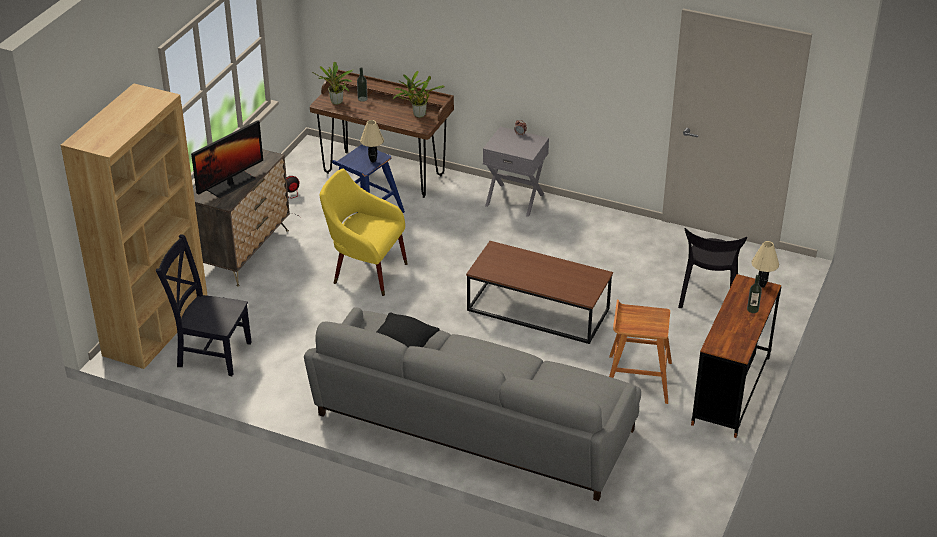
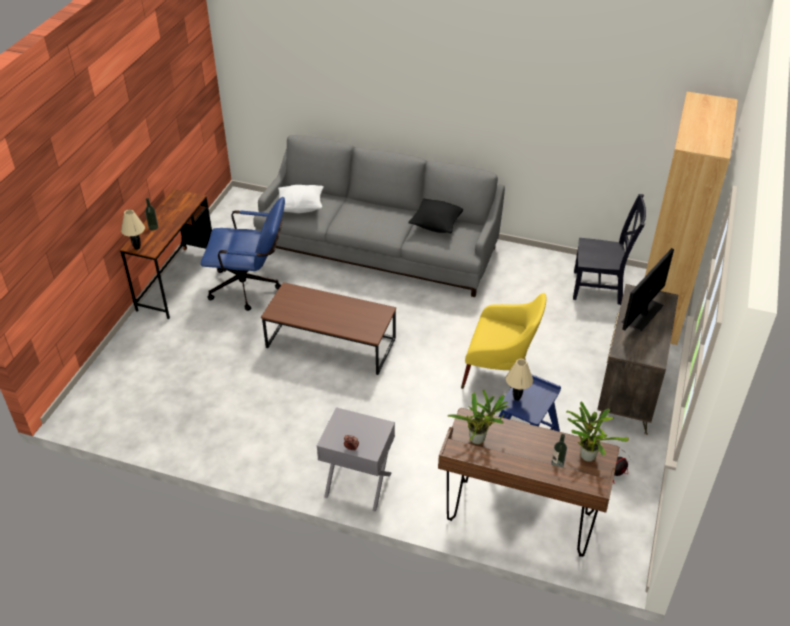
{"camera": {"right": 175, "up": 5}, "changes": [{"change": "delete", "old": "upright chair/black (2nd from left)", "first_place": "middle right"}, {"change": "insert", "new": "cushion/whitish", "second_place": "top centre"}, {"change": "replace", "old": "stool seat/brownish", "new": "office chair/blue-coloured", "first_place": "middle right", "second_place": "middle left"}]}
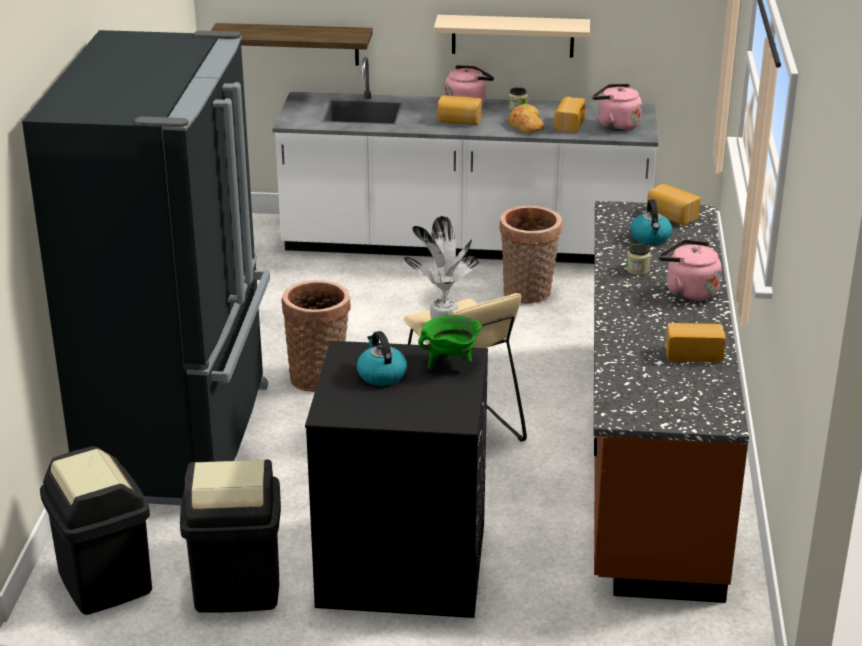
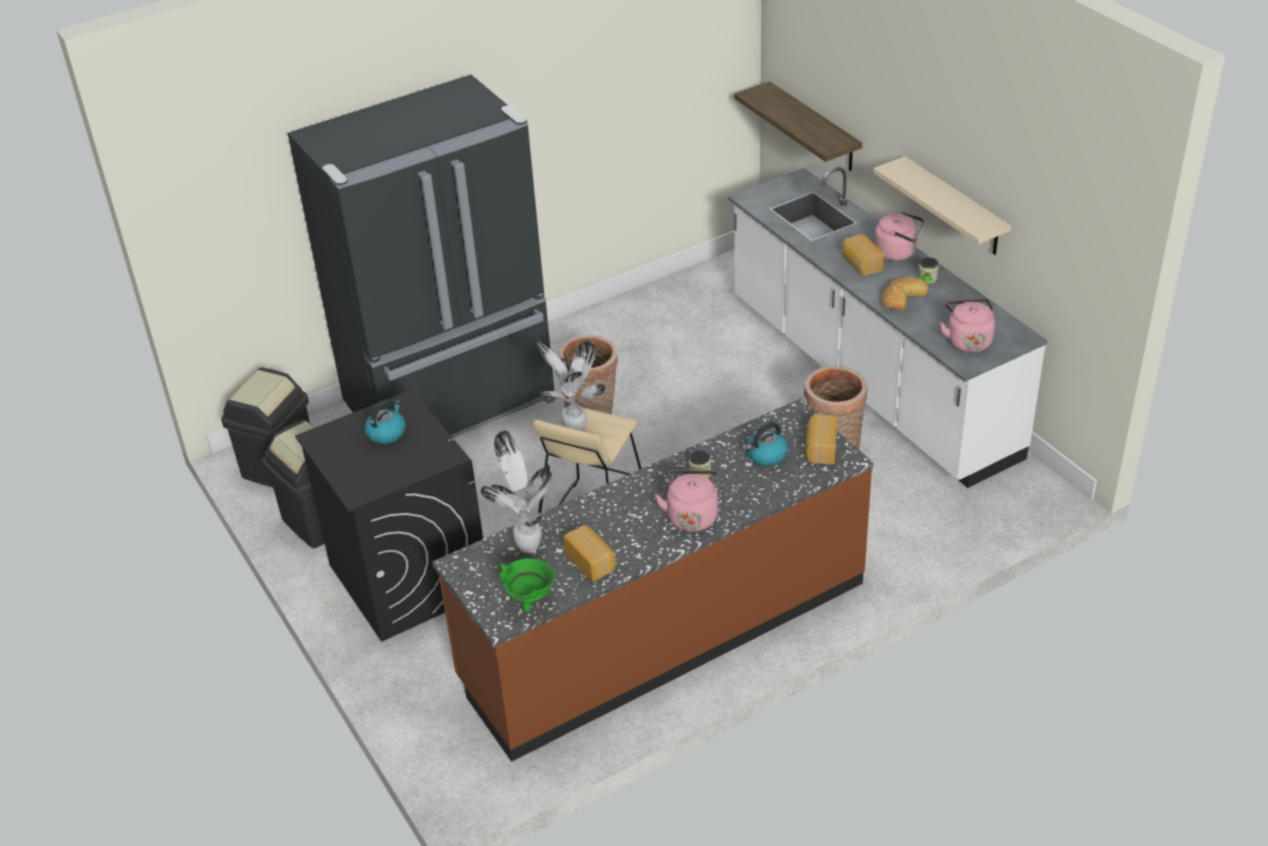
{"camera": {"right": 55, "up": 10}, "changes": [{"change": "delete", "old": "bread (3rd from left)", "first_place": "top centre"}, {"change": "insert", "new": "plant in a pot (1st from left)", "second_place": "centre"}, {"change": "move", "old": "stockpot/green", "first_place": "centre", "second_place": "bottom centre"}]}
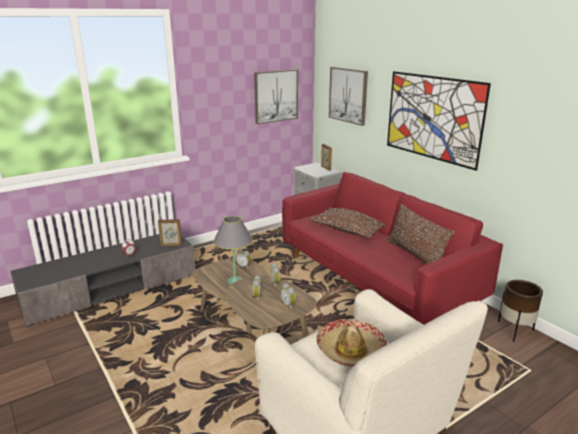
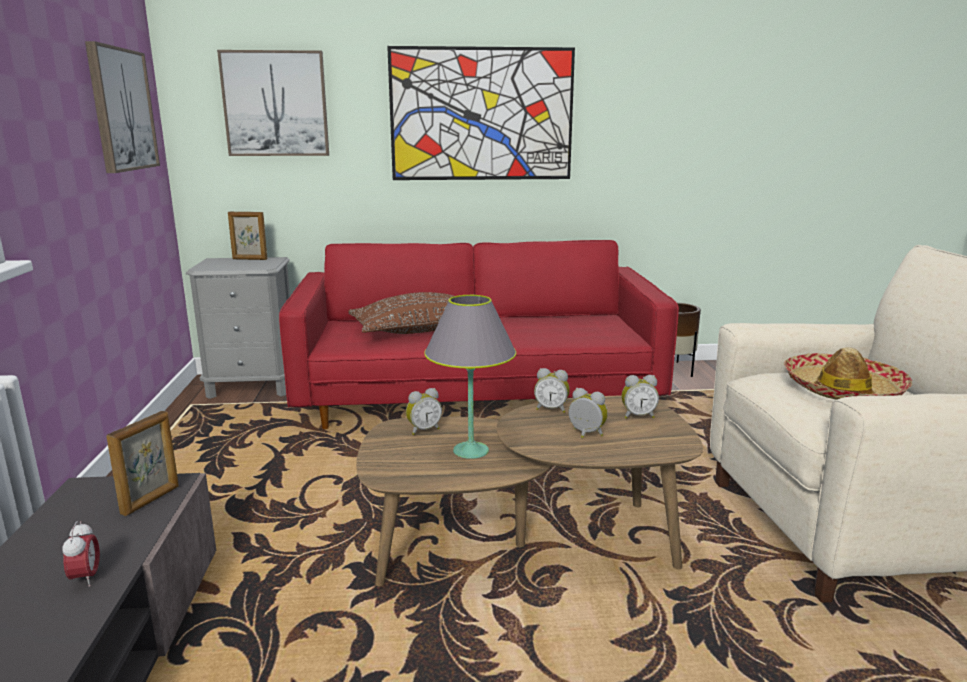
{"camera": {"right": -60, "up": -5}, "changes": [{"change": "delete", "old": "cushion/brownish (2nd from left)", "first_place": "middle right"}]}
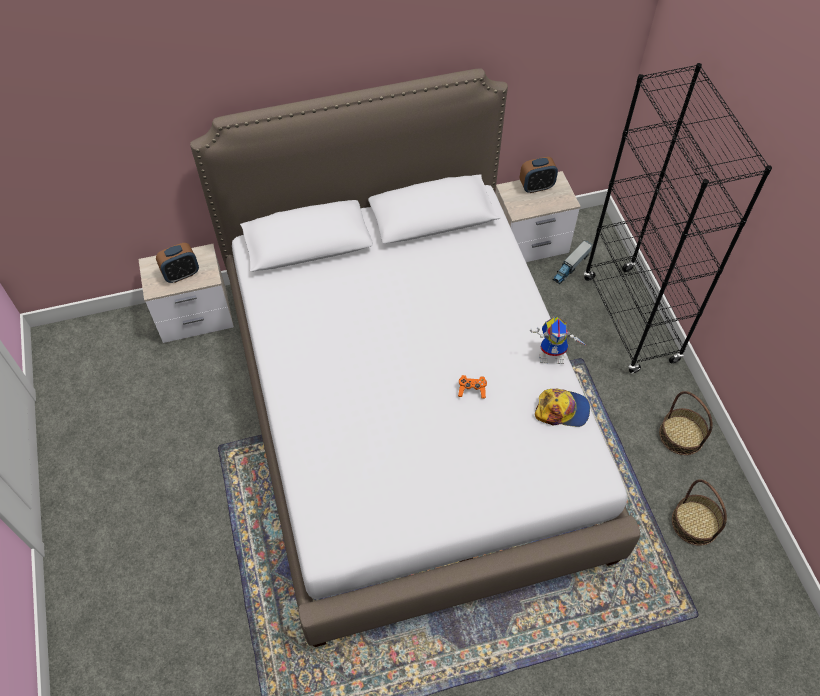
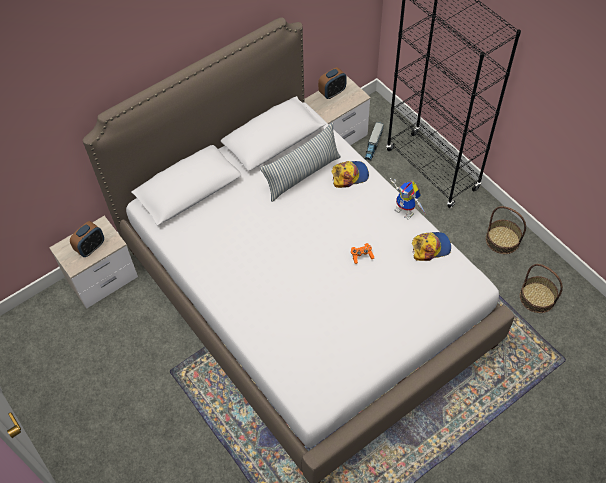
{"camera": {"right": -20, "up": 0}, "changes": [{"change": "insert", "new": "cushion", "second_place": "centre"}, {"change": "insert", "new": "peaked cap (1st from left)", "second_place": "centre"}, {"change": "rotate", "old": "robot figure", "first_place": "middle right", "second_place": "middle right", "degrees": 60}]}
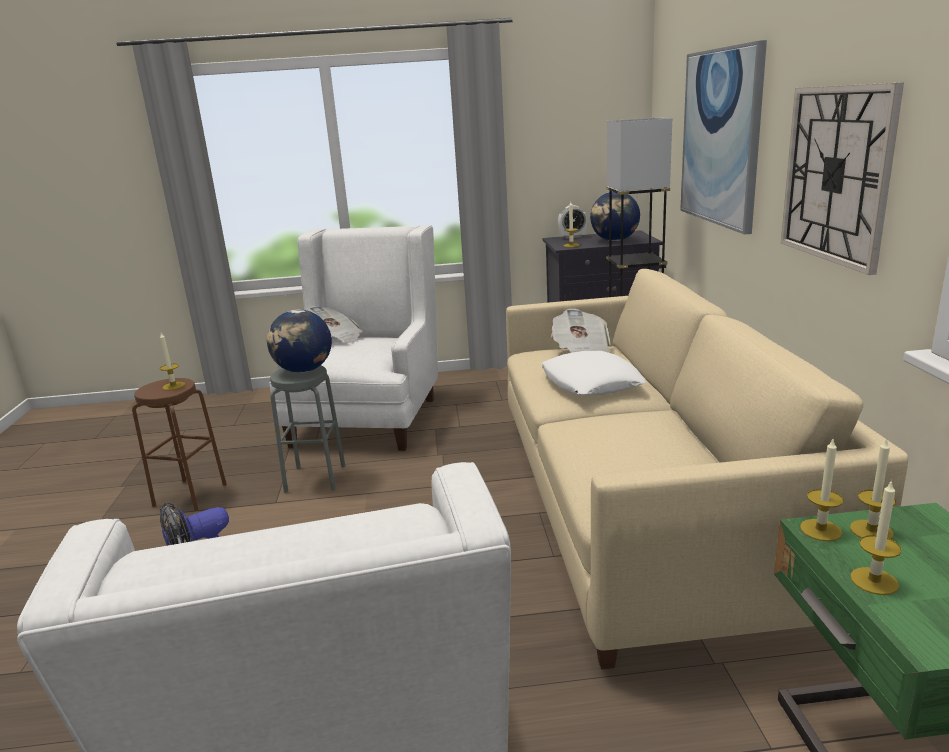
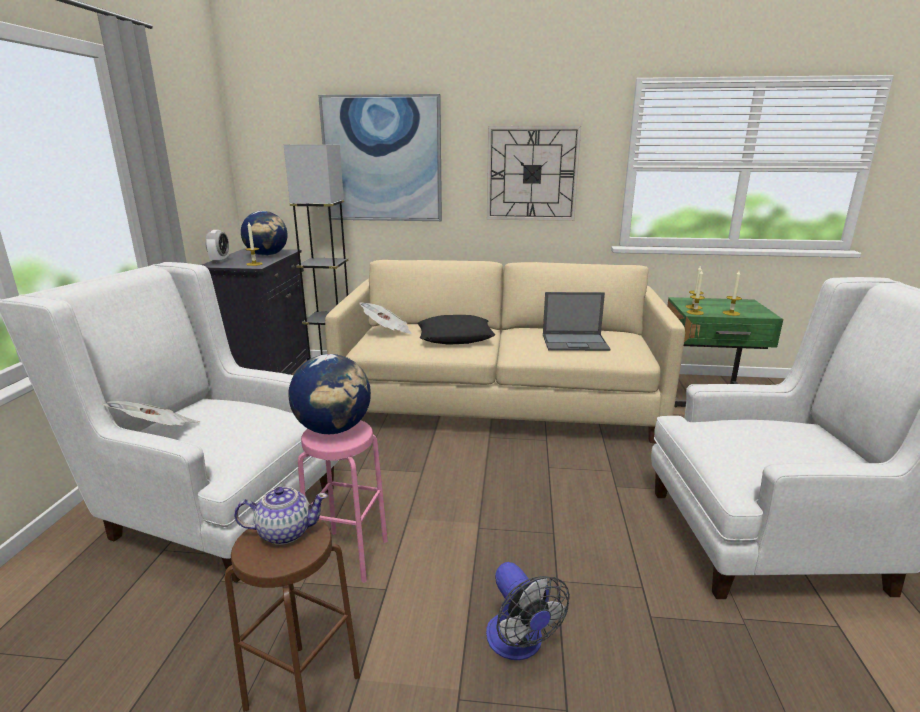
{"camera": {"right": -80, "up": 0}, "changes": [{"change": "insert", "new": "portable computer", "second_place": "centre"}, {"change": "replace", "old": "wax candle (1st from left)", "new": "teapot", "first_place": "middle left", "second_place": "bottom left"}, {"change": "recolor", "old": "stool seat/greyish", "new": "stool seat/pink-coloured", "first_place": "middle left", "second_place": "bottom centre"}, {"change": "recolor", "old": "cushion/whitish", "new": "cushion/black", "first_place": "centre", "second_place": "centre"}]}
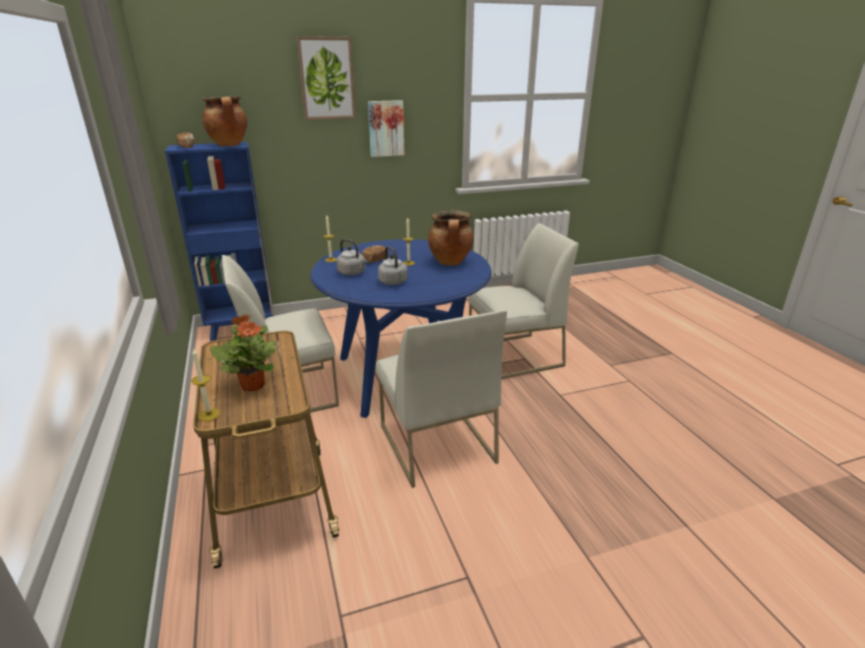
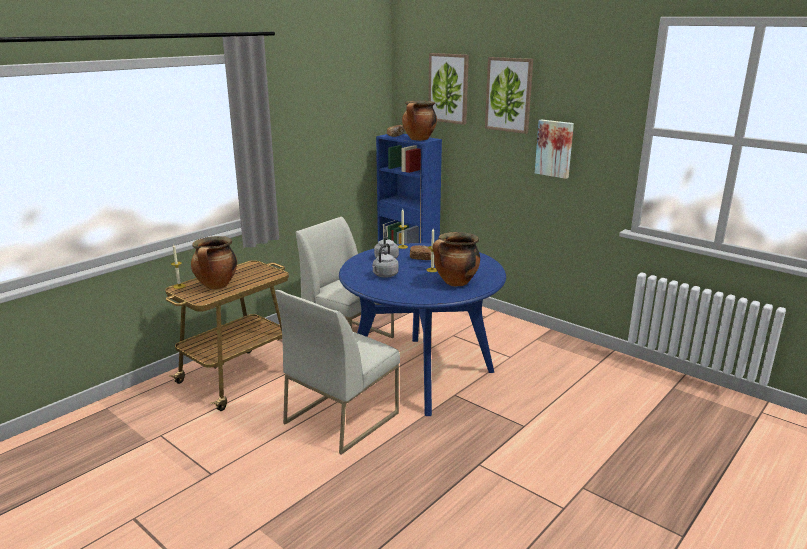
{"camera": {"right": 60, "up": -5}, "changes": [{"change": "delete", "old": "upright chair/whitish (3rd from left)", "first_place": "centre"}, {"change": "insert", "new": "picture (1st from left)", "second_place": "top centre"}, {"change": "replace", "old": "plant in a pot", "new": "stockpot (1st from left)", "first_place": "middle left", "second_place": "middle left"}]}
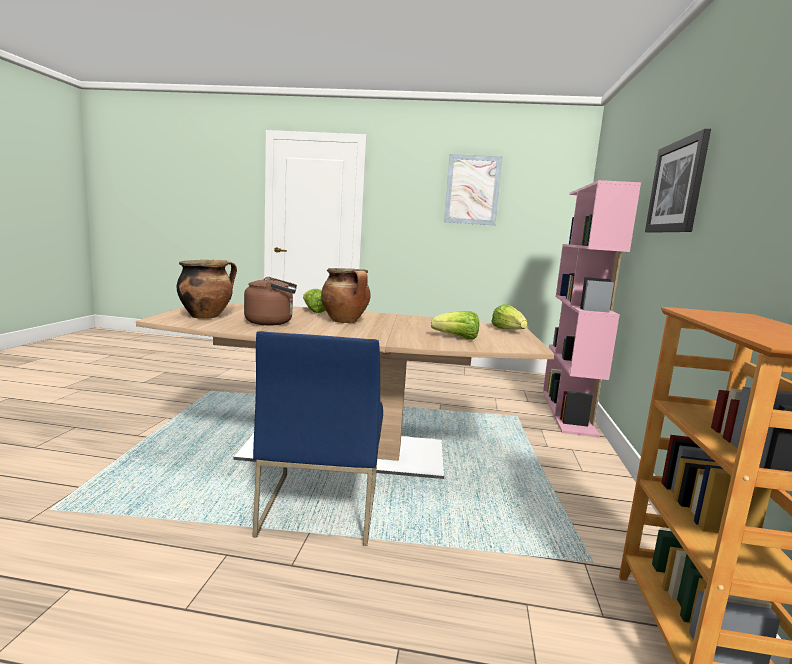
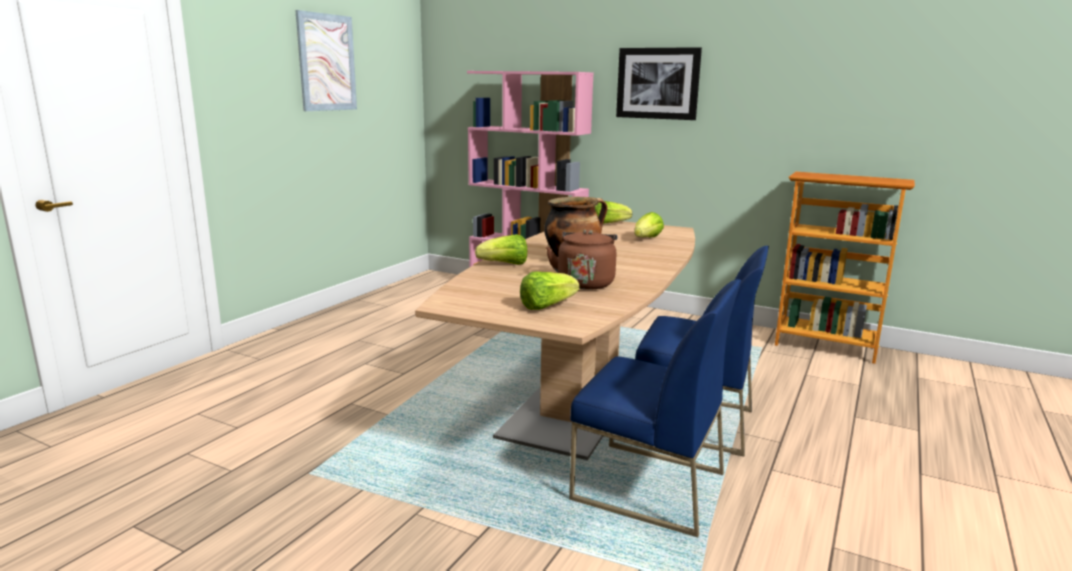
{"camera": {"right": -70, "up": 5}, "changes": [{"change": "insert", "new": "upright chair/blue-coloured (1st from left)", "second_place": "bottom centre"}, {"change": "replace", "old": "stockpot (1st from left)", "new": "lettuce (2nd from left)", "first_place": "middle left", "second_place": "centre"}]}
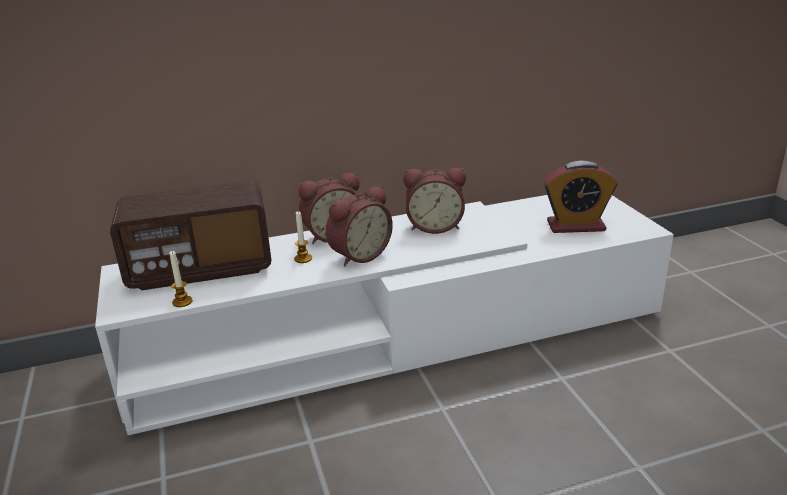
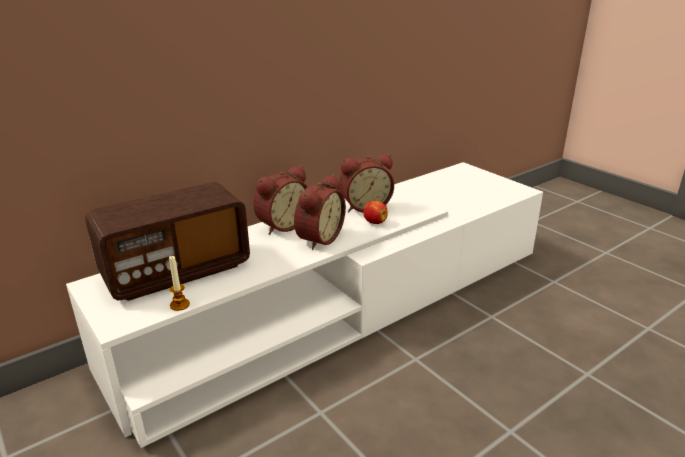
{"camera": {"right": -20, "up": 0}, "changes": [{"change": "delete", "old": "wax candle (2nd from left)", "first_place": "centre"}, {"change": "delete", "old": "bedside clock (4th from left)", "first_place": "middle right"}, {"change": "insert", "new": "apple fruit", "second_place": "centre"}]}
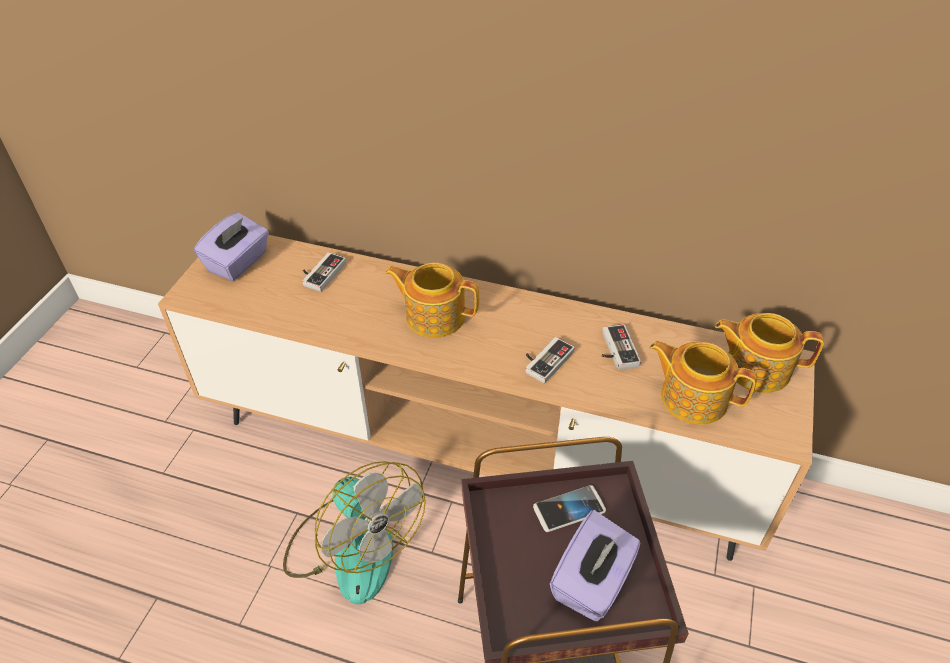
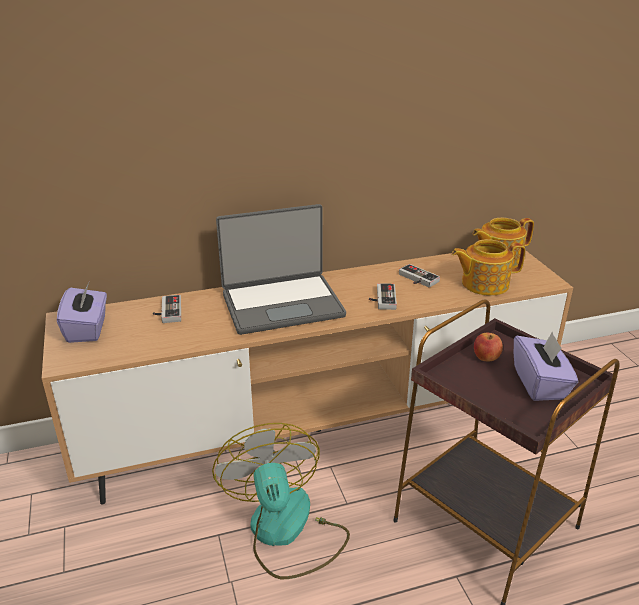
{"camera": {"right": -35, "up": -15}, "changes": [{"change": "replace", "old": "teapot (1st from left)", "new": "portable computer", "first_place": "centre", "second_place": "centre"}, {"change": "replace", "old": "phone", "new": "apple fruit", "first_place": "bottom centre", "second_place": "middle right"}, {"change": "rotate", "old": "fan", "first_place": "bottom centre", "second_place": "bottom centre", "degrees": -120}]}
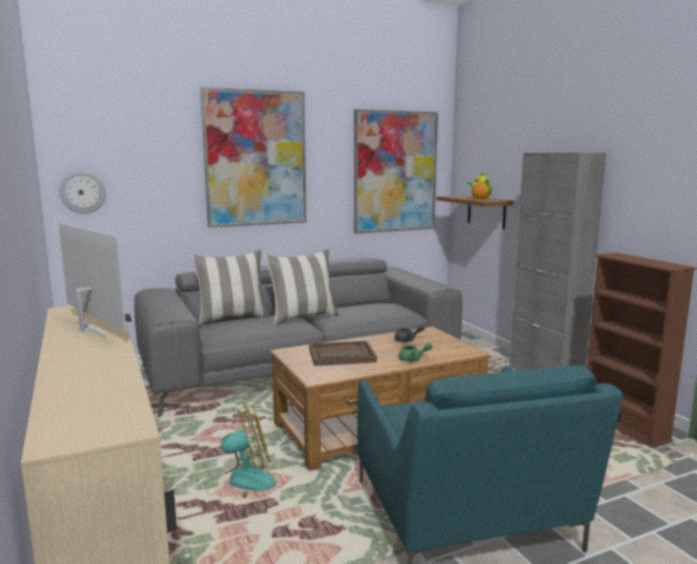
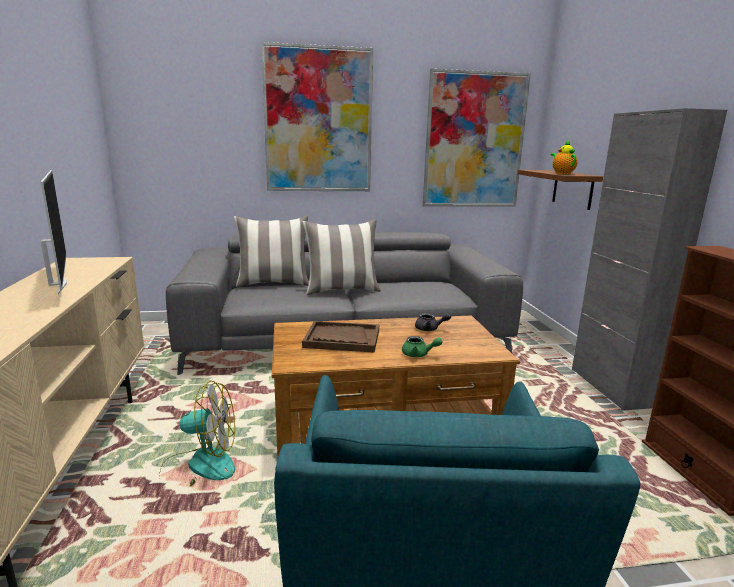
{"camera": {"right": 15, "up": 5}, "changes": [{"change": "delete", "old": "clock on the wall", "first_place": "middle left"}]}
